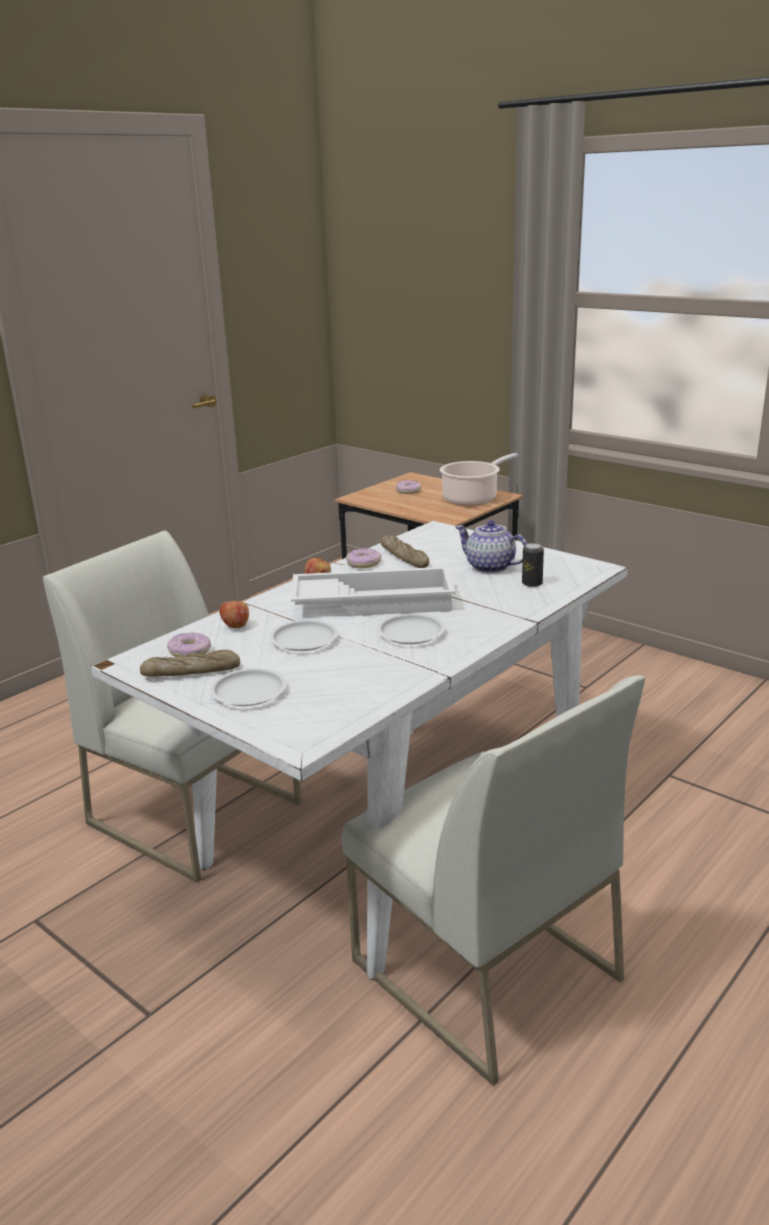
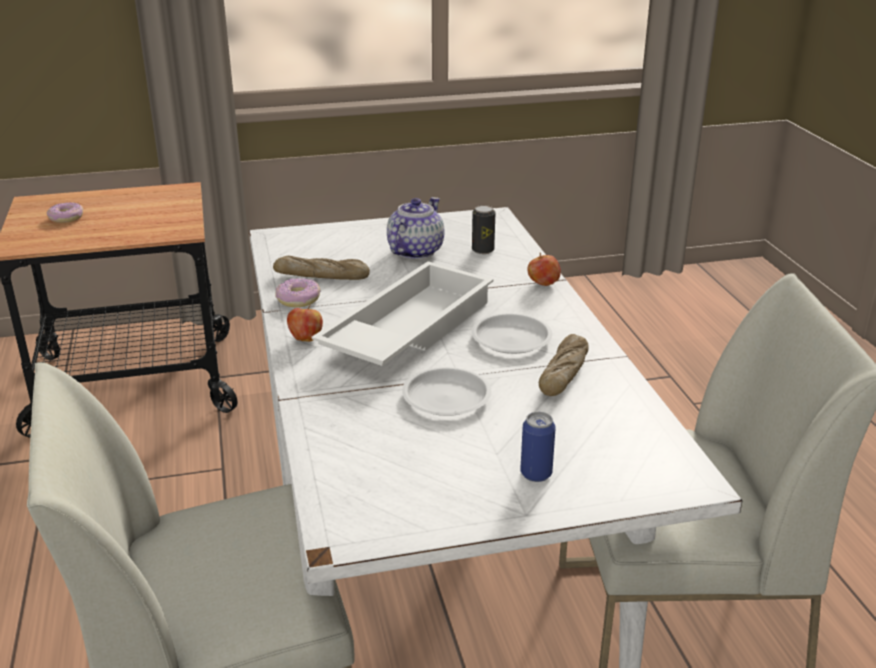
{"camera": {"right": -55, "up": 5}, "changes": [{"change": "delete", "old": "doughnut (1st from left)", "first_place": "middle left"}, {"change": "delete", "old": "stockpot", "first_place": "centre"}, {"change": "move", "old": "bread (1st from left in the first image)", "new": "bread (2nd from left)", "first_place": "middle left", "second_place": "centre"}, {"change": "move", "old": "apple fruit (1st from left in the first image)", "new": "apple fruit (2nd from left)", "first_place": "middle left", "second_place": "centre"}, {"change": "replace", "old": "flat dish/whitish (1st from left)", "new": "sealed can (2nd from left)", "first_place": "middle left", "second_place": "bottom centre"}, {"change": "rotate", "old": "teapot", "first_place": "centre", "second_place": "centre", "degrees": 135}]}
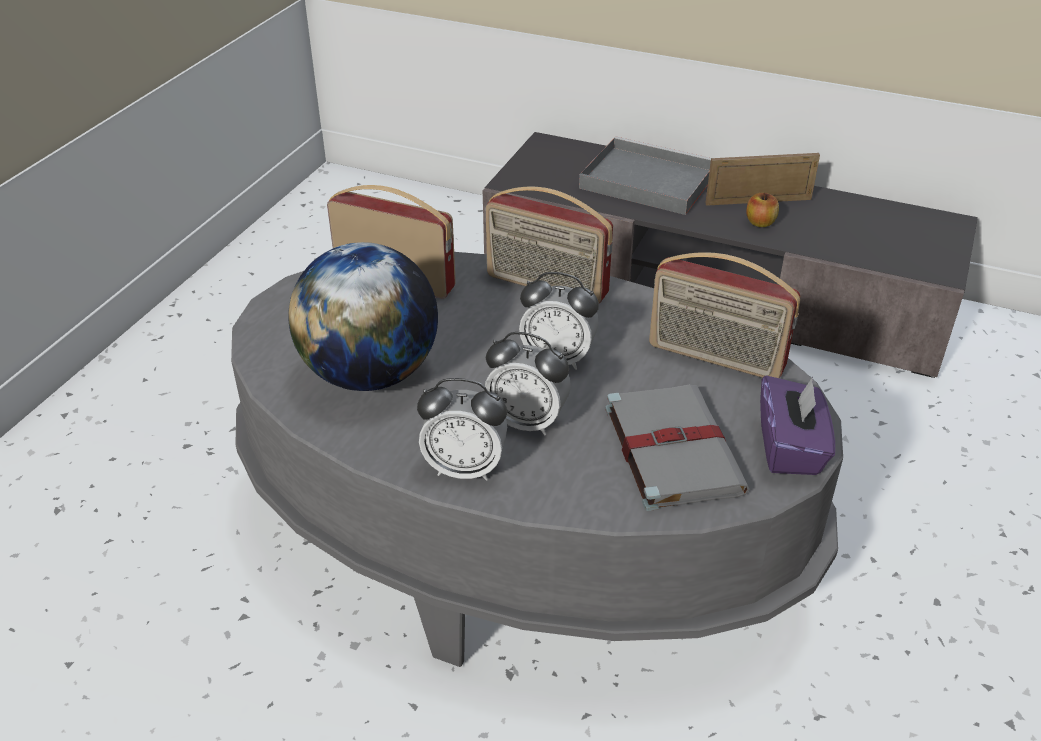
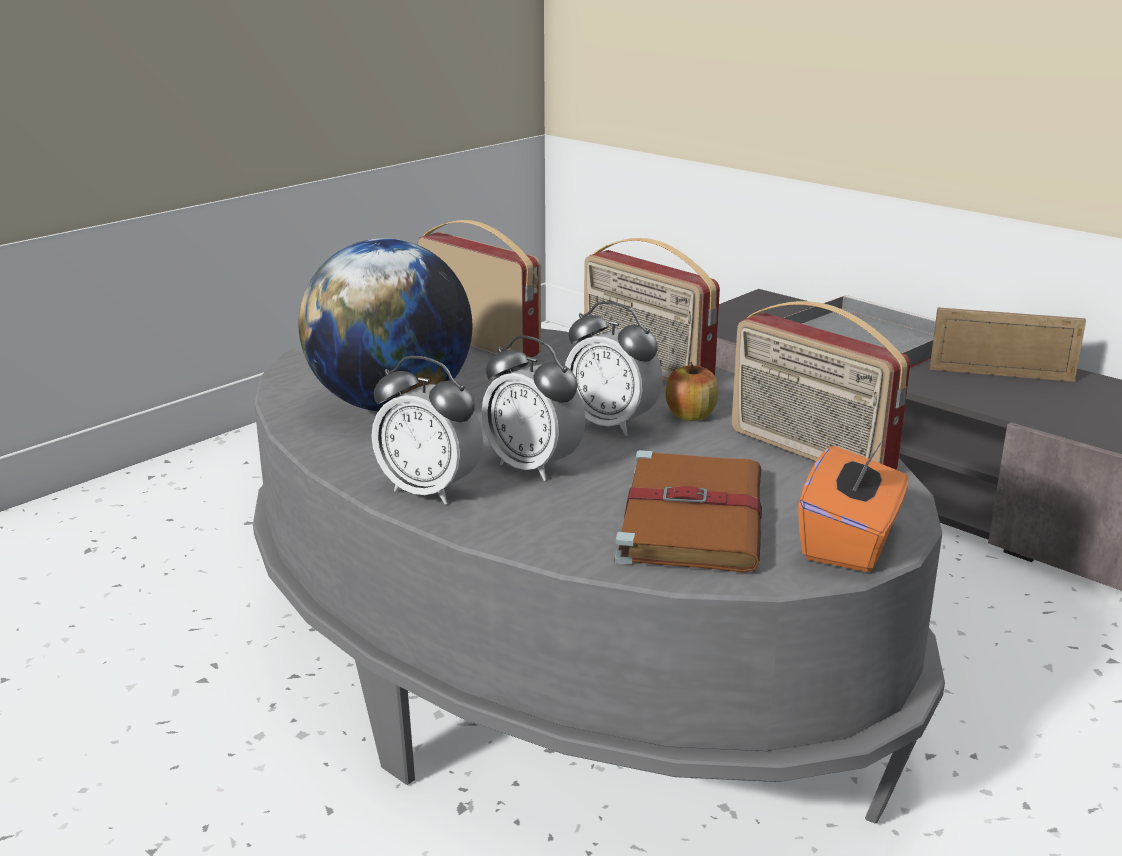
{"camera": {"right": 20, "up": -15}, "changes": [{"change": "move", "old": "apple fruit", "first_place": "top right", "second_place": "centre"}, {"change": "recolor", "old": "bound book/greyish", "new": "bound book/brownish", "first_place": "centre", "second_place": "centre"}, {"change": "recolor", "old": "tissue box/purple", "new": "tissue box/orange-coloured", "first_place": "middle right", "second_place": "middle right"}]}
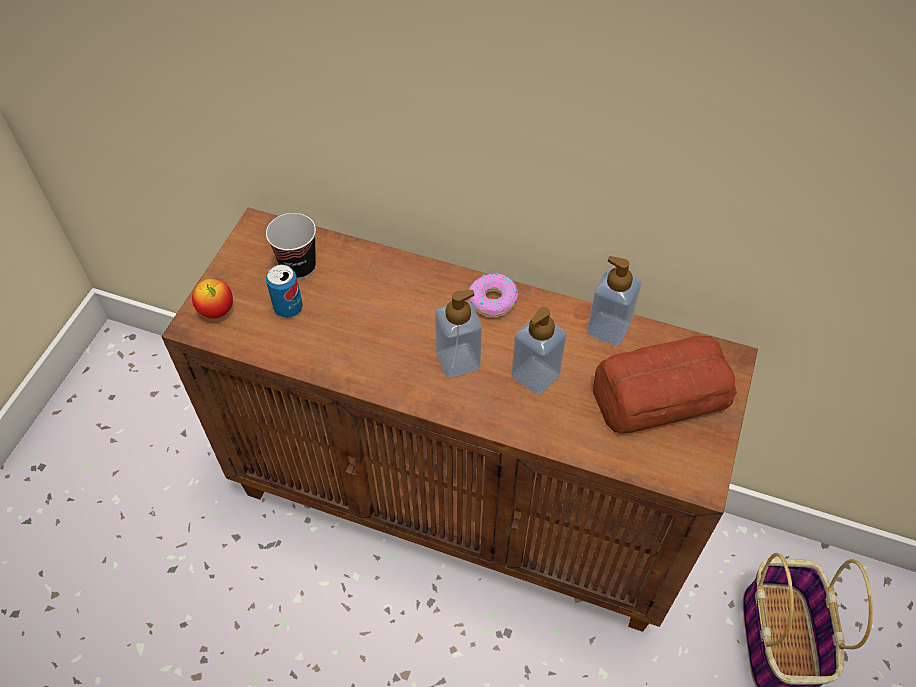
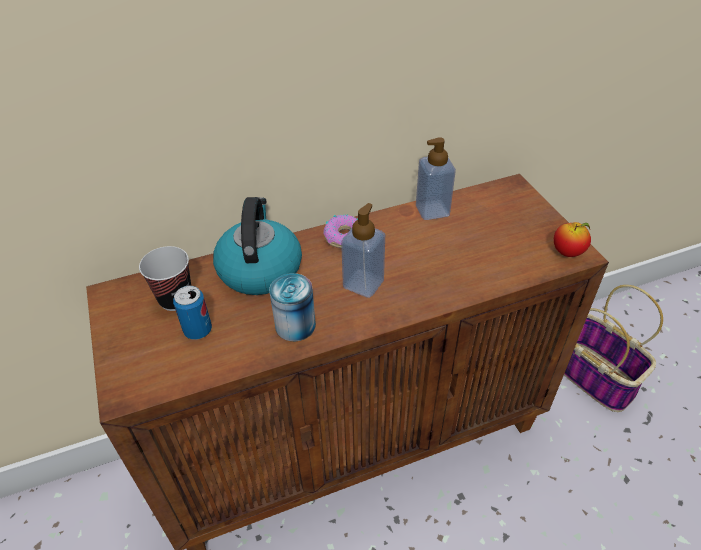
{"camera": {"right": -40, "up": -10}, "changes": [{"change": "delete", "old": "soap bottle (2nd from left)", "first_place": "centre"}, {"change": "delete", "old": "bread", "first_place": "middle right"}, {"change": "insert", "new": "tea kettle", "second_place": "centre"}, {"change": "insert", "new": "sealed can (2nd from left)", "second_place": "centre"}, {"change": "move", "old": "apple fruit", "first_place": "middle left", "second_place": "middle right"}]}
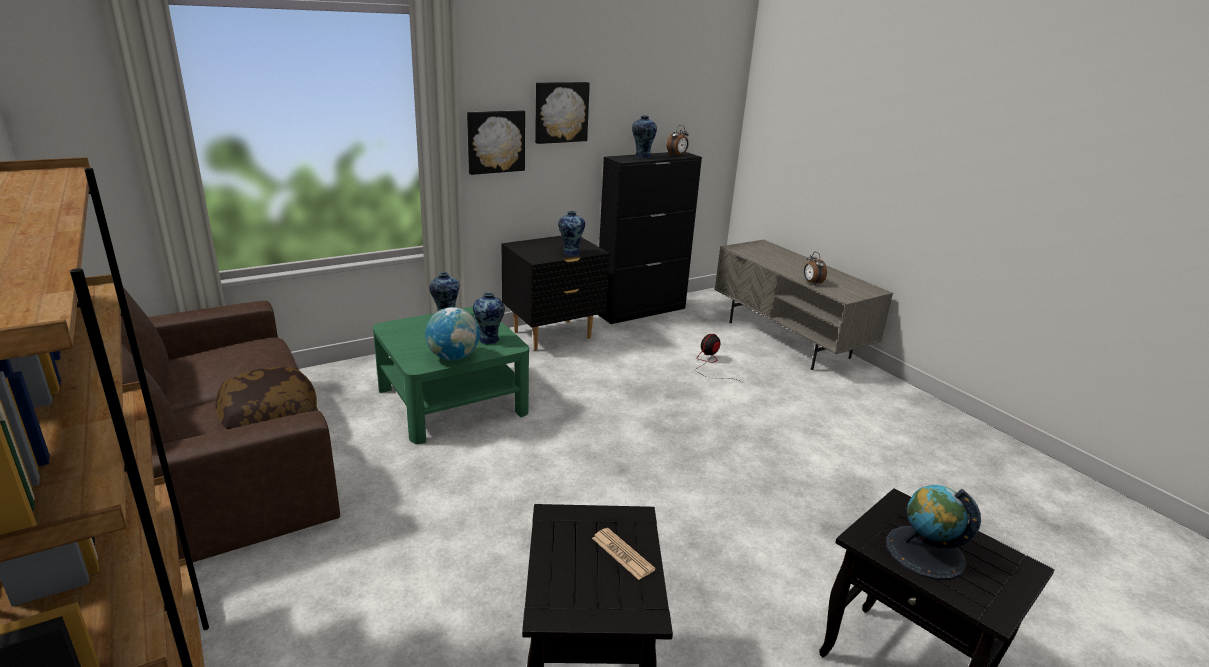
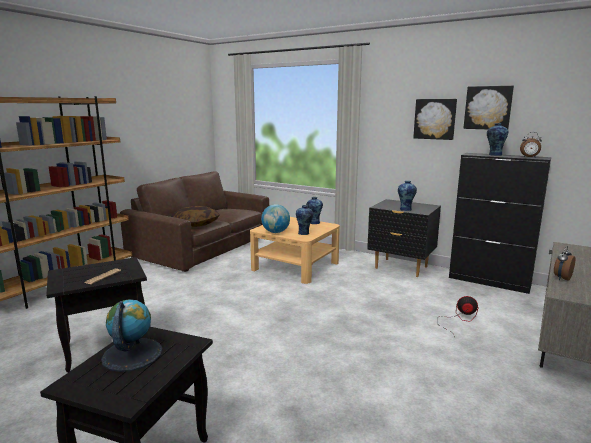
{"camera": {"right": 65, "up": -10}, "changes": [{"change": "move", "old": "picture (1st from left in the first image)", "new": "picture (2nd from left)", "first_place": "top centre", "second_place": "top right"}, {"change": "recolor", "old": "coffee table/green", "new": "coffee table/beige-coloured", "first_place": "centre", "second_place": "centre"}]}
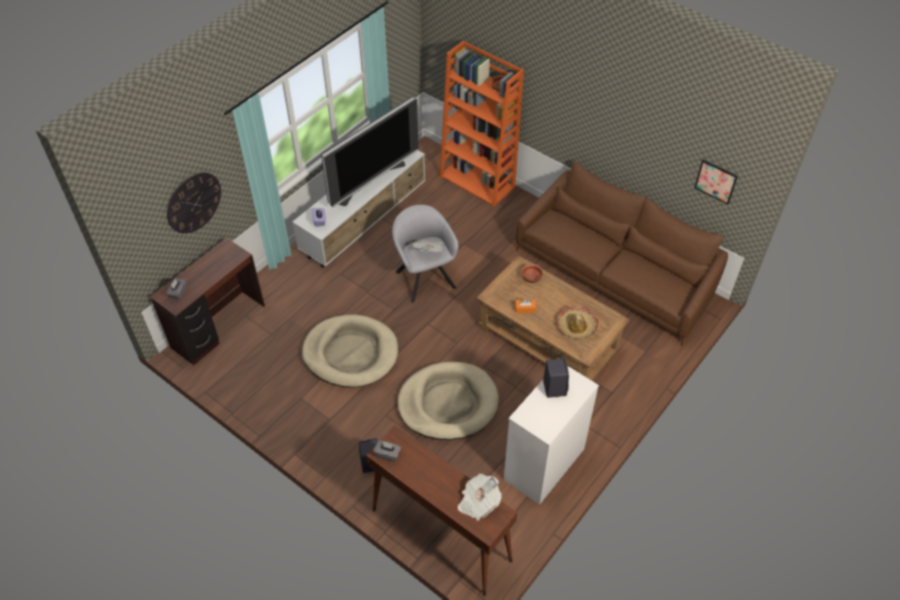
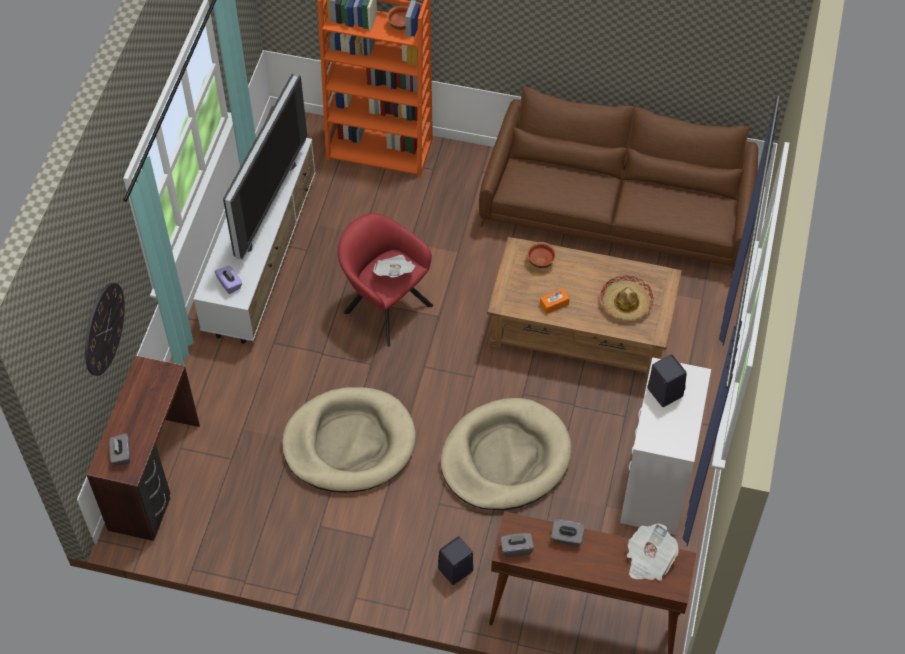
{"camera": {"right": -25, "up": 5}, "changes": [{"change": "delete", "old": "picture", "first_place": "top right"}, {"change": "insert", "new": "tissue box/greyish (3rd from left)", "second_place": "bottom centre"}, {"change": "recolor", "old": "armchair/greyish", "new": "armchair/red", "first_place": "centre", "second_place": "centre"}]}
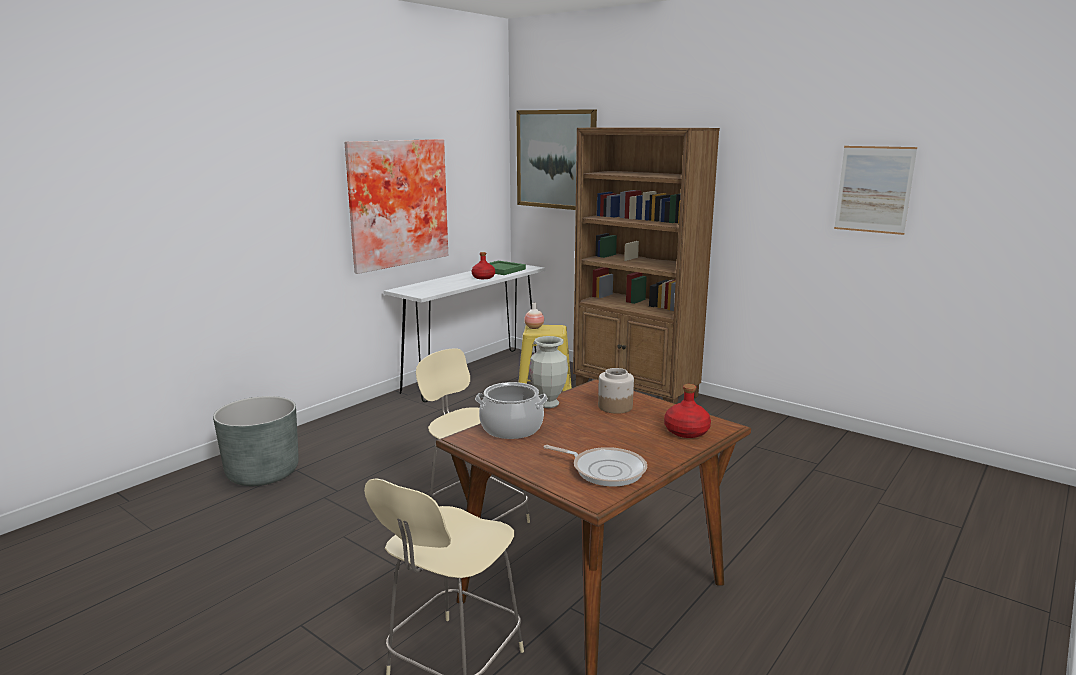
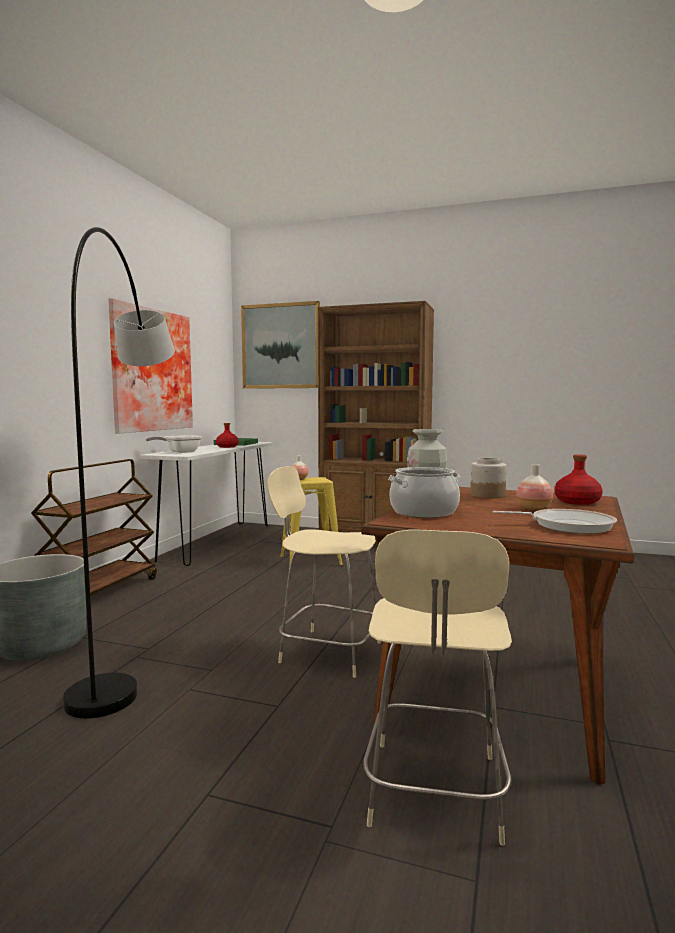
{"camera": {"right": -20, "up": -10}, "changes": [{"change": "delete", "old": "picture (3rd from left)", "first_place": "top right"}, {"change": "insert", "new": "cart/brownish", "second_place": "middle left"}, {"change": "insert", "new": "floor lamp/greyish", "second_place": "middle left"}, {"change": "insert", "new": "frying pan (1st from left)", "second_place": "middle left"}, {"change": "insert", "new": "flower vase (3rd from left)", "second_place": "middle right"}]}
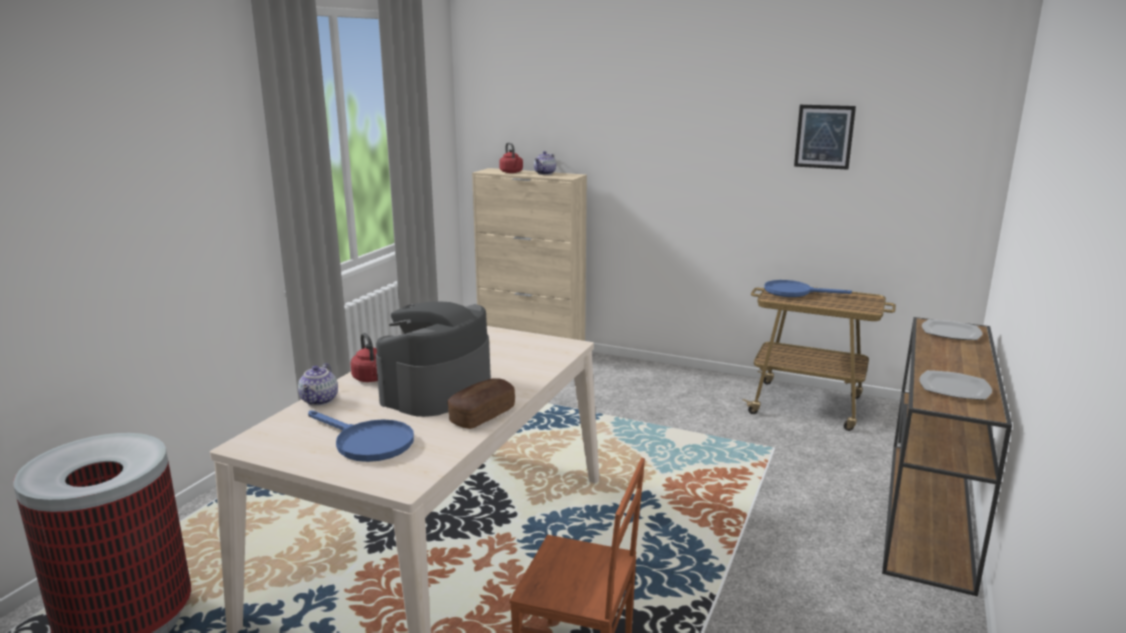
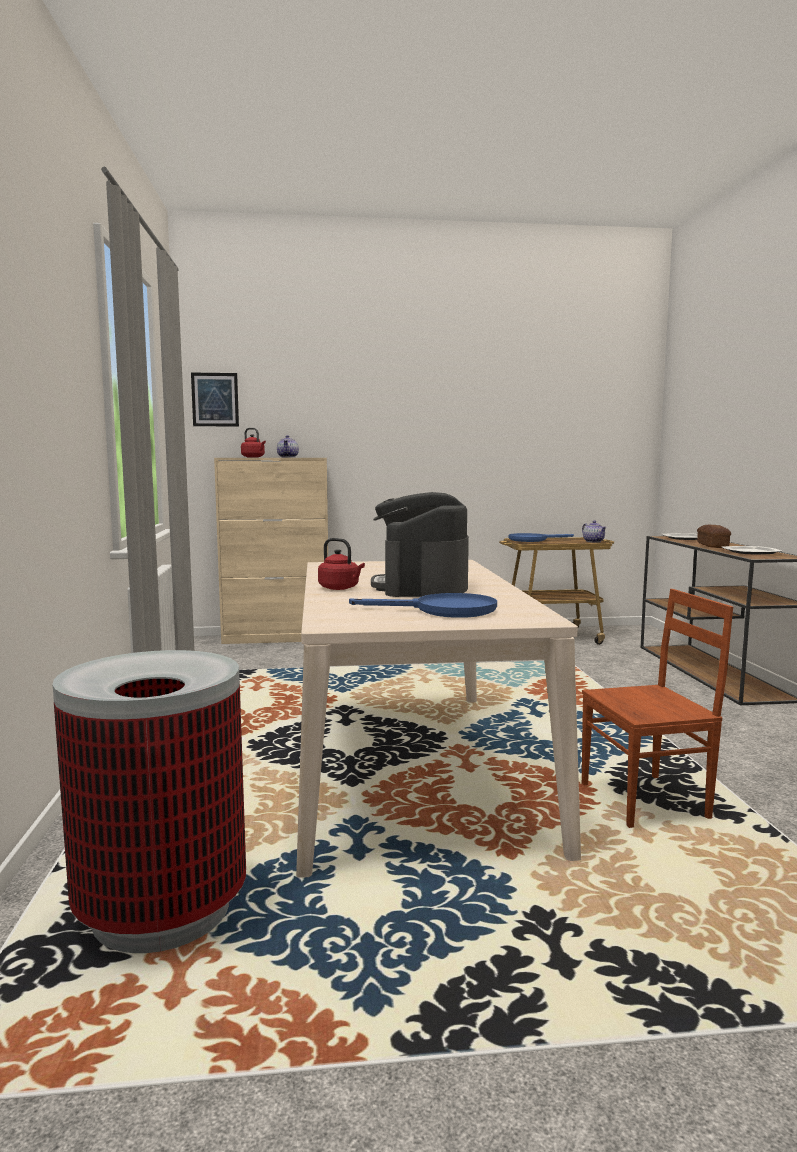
{"camera": {"right": -30, "up": -10}, "changes": [{"change": "move", "old": "teapot (1st from left in the first image)", "new": "teapot (2nd from left)", "first_place": "middle left", "second_place": "middle right"}, {"change": "move", "old": "bread", "first_place": "centre", "second_place": "middle right"}, {"change": "move", "old": "picture", "first_place": "top right", "second_place": "middle left"}]}
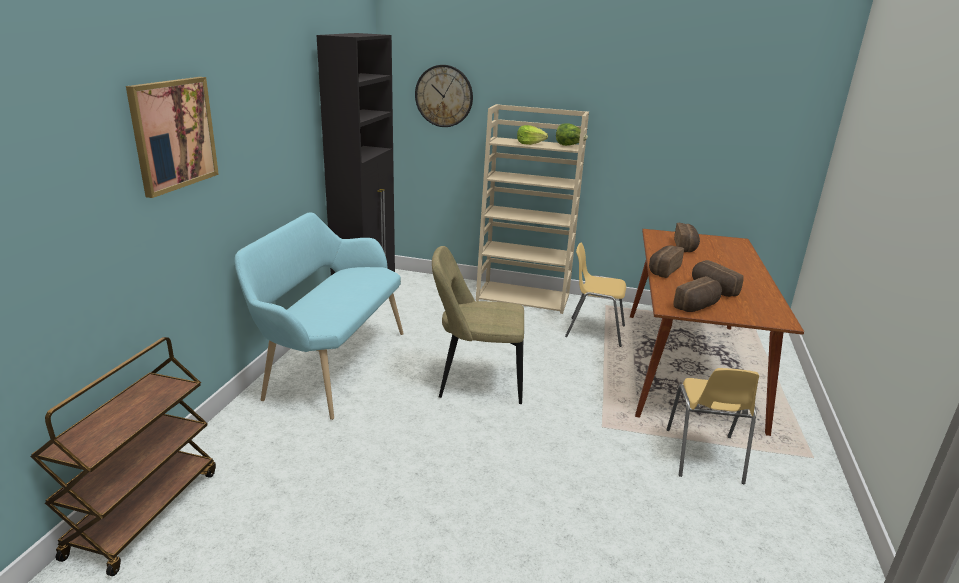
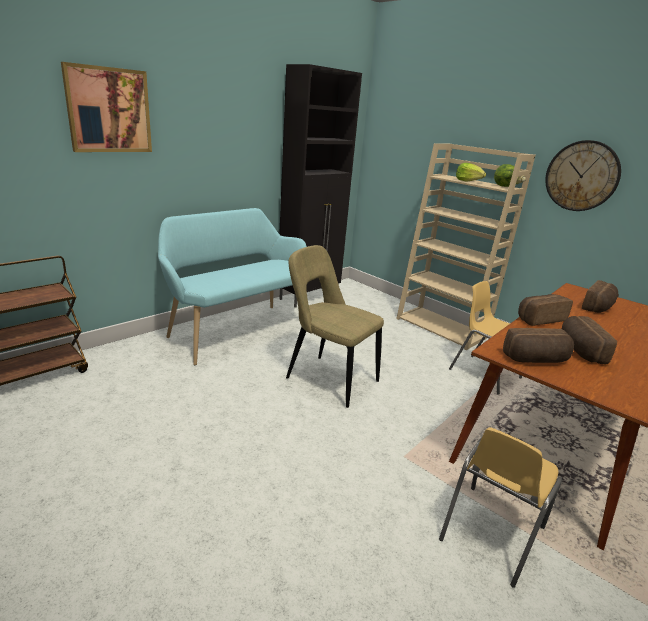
{"camera": {"right": 30, "up": 0}, "changes": [{"change": "move", "old": "clock on the wall", "first_place": "top centre", "second_place": "top right"}]}
